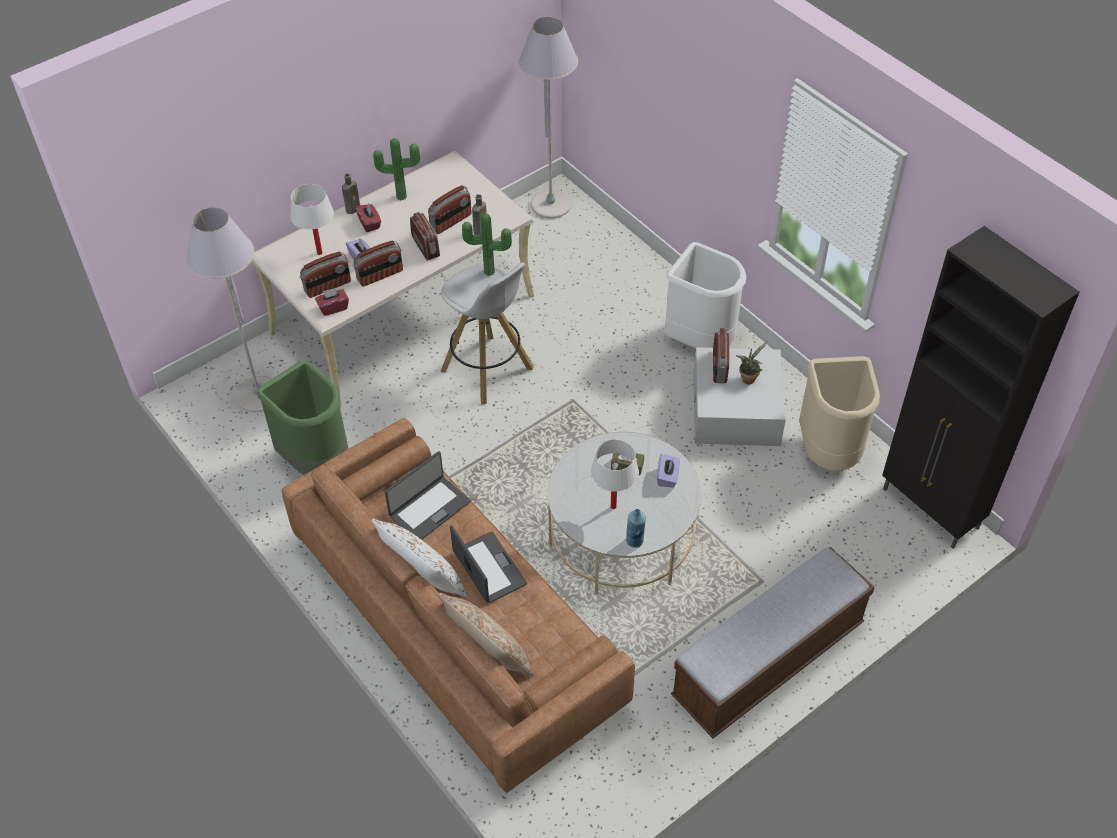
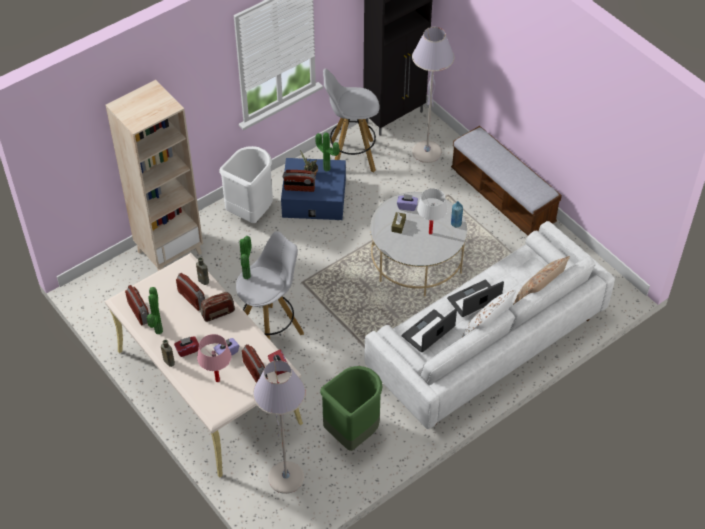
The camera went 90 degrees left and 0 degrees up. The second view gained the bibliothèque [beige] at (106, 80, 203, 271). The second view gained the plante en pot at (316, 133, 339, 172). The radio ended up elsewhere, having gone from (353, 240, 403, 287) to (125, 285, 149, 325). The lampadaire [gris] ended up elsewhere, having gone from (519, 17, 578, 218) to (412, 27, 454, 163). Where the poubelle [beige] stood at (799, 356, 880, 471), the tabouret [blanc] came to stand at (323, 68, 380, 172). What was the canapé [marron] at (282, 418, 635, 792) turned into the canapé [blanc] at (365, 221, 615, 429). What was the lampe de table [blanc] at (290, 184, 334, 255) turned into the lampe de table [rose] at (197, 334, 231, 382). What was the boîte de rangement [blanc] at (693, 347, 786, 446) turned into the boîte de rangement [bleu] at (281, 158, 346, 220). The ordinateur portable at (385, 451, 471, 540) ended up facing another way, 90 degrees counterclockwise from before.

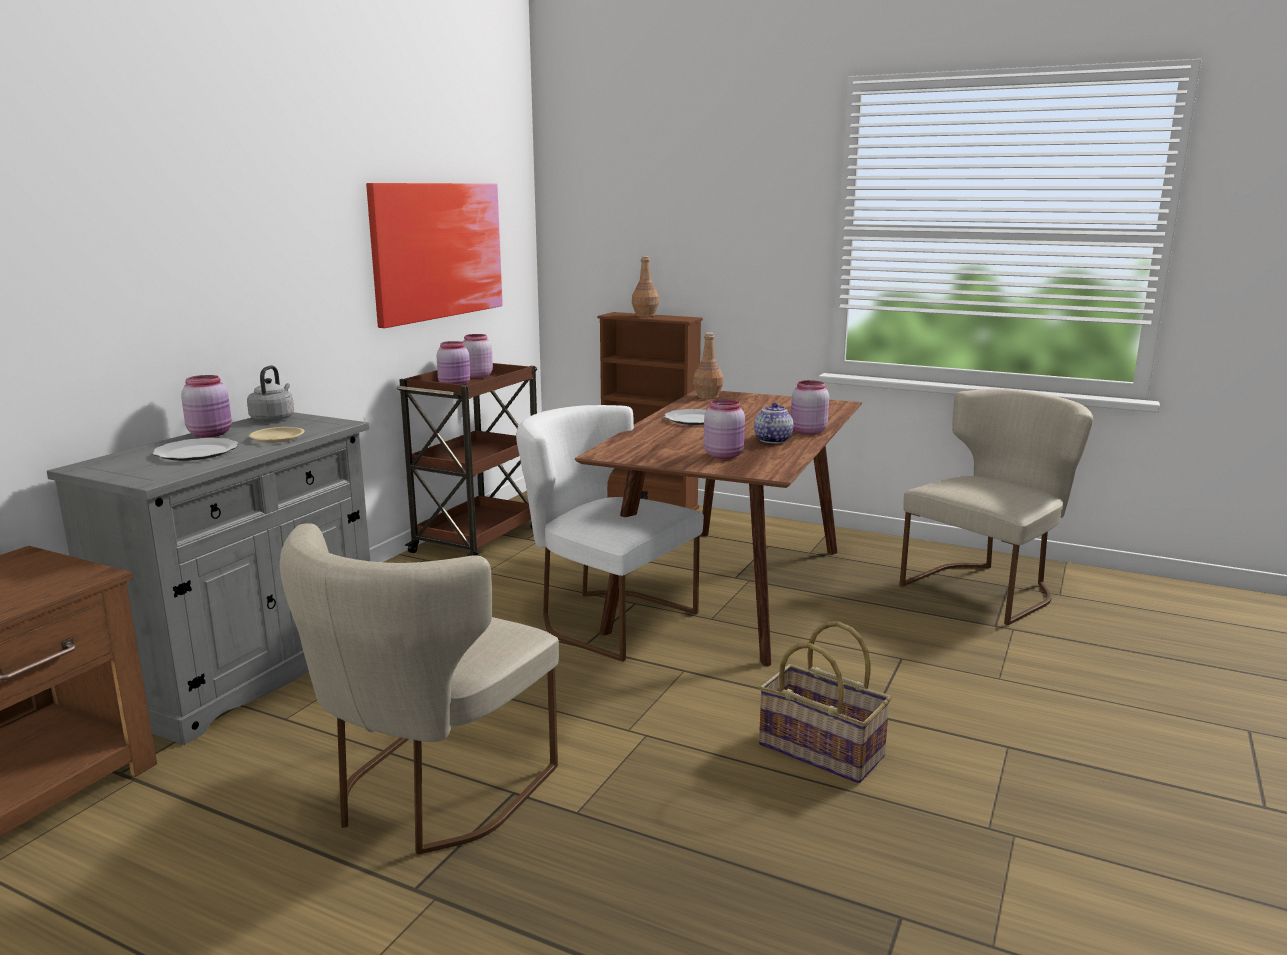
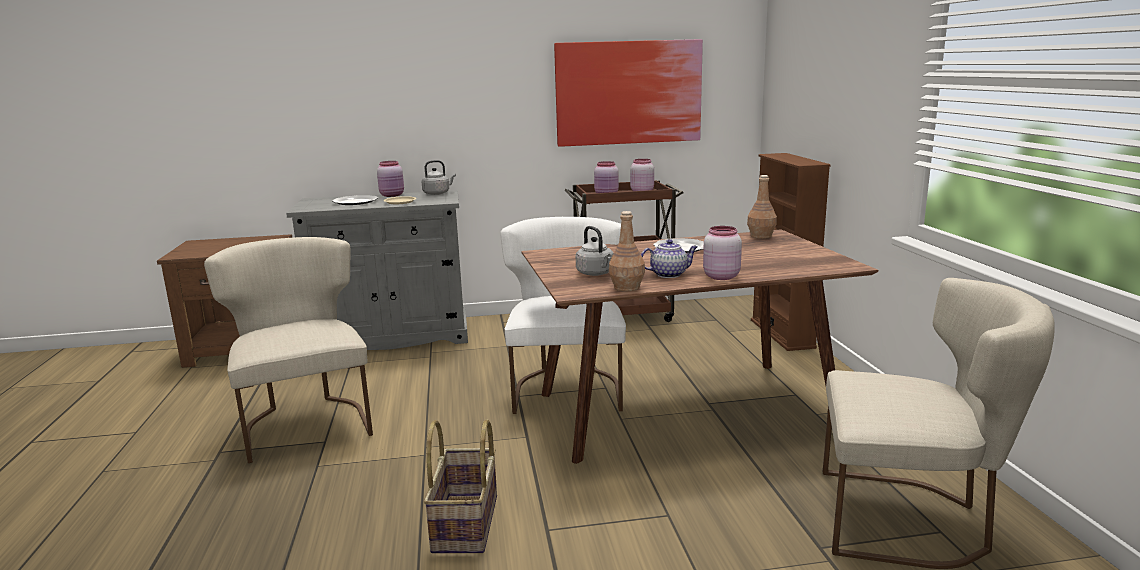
The camera went 55 degrees right and 0 degrees up. The bouteille [marron] ended up elsewhere, having gone from (632, 256, 659, 317) to (609, 211, 645, 292). Where the bocal [rose] stood at (704, 399, 745, 459), the bouilloire [gris] came to stand at (576, 226, 614, 276). The chaise [beige] at (280, 523, 559, 855) ended up facing another way, 75 degrees clockwise from before.

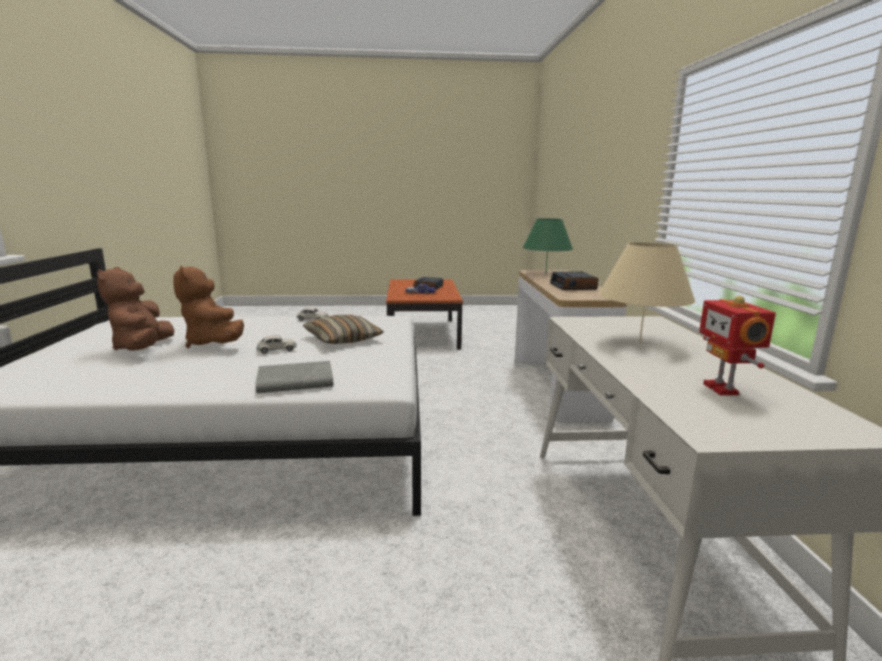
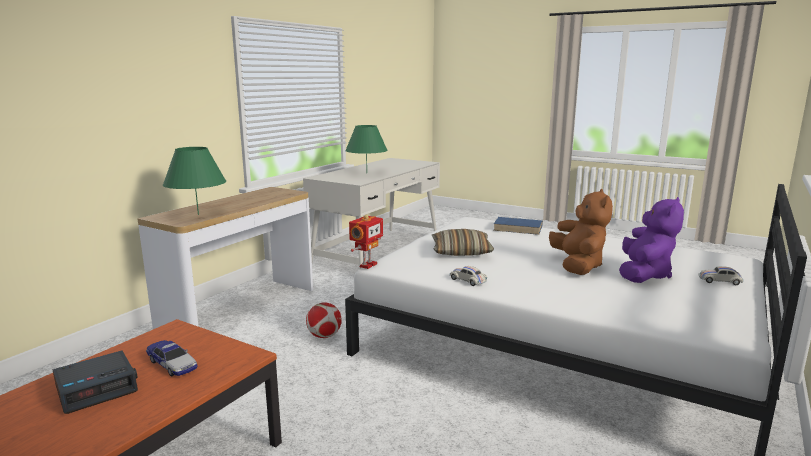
The camera went 145 degrees left and 0 degrees up. The second view lost the réveil at (550, 271, 598, 290). The second view gained the ballon de foot at (306, 302, 342, 338). The petite voiture [blanc] ended up elsewhere, having gone from (256, 335, 297, 354) to (698, 266, 743, 285). The robot jouet ended up elsewhere, having gone from (699, 296, 776, 395) to (349, 215, 383, 269). What was the peluche [marron] at (97, 267, 174, 351) turned into the peluche [violet] at (619, 197, 684, 283). What was the livre [gris] at (256, 361, 334, 393) turned into the livre [bleu] at (493, 217, 543, 235). What was the lampe de table [beige] at (599, 242, 696, 344) turned into the lampe de table [vert] at (345, 125, 388, 167).

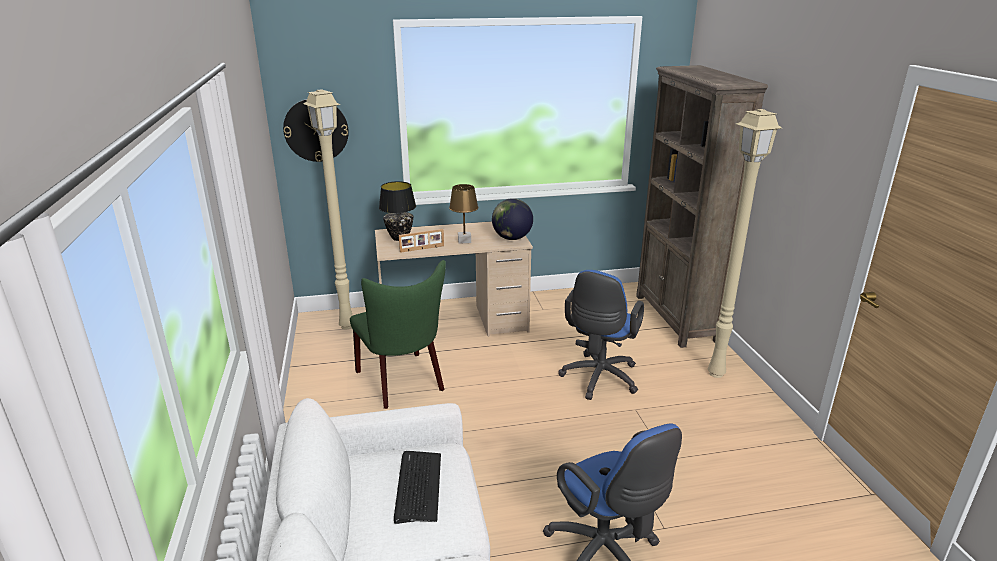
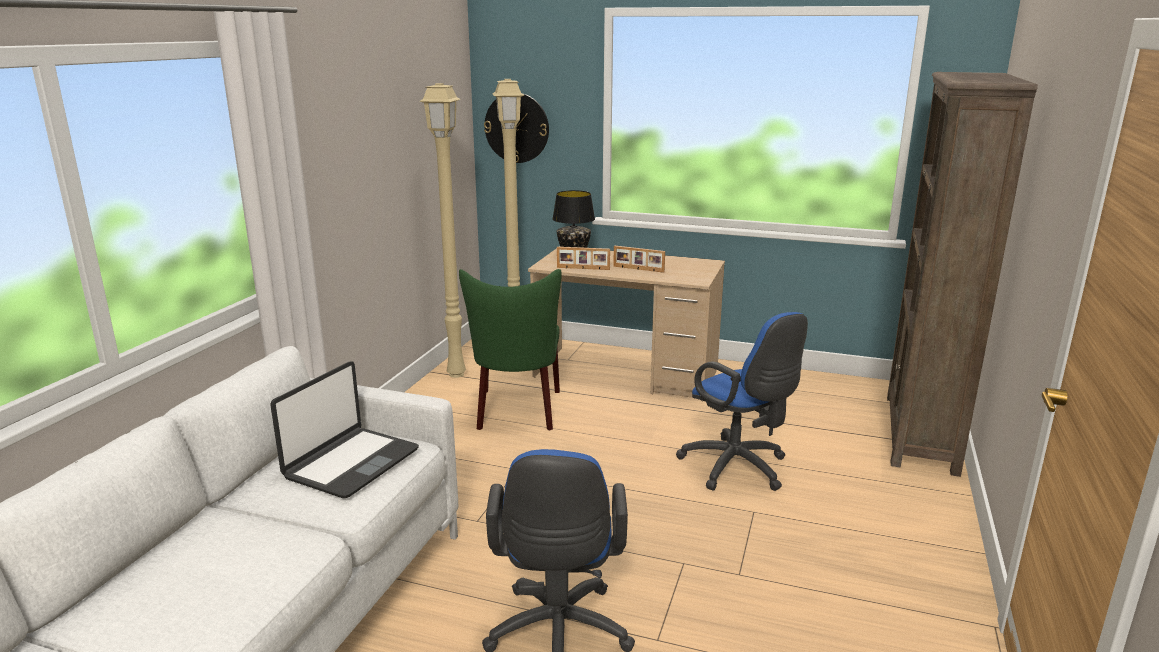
The camera went 30 degrees right and 5 degrees down. The second view lost the globe at (492, 198, 533, 240). The lampadaire [beige] ended up elsewhere, having gone from (708, 109, 782, 378) to (419, 83, 466, 378). Where the clavier stood at (394, 451, 441, 524), the ordinateur portable came to stand at (270, 361, 419, 498). Where the lampe de table [marron] stood at (449, 184, 478, 244), the cadre photo came to stand at (613, 246, 665, 273). The chaise de bureau [bleu] at (558, 270, 644, 400) ended up facing another way, 90 degrees counterclockwise from before.

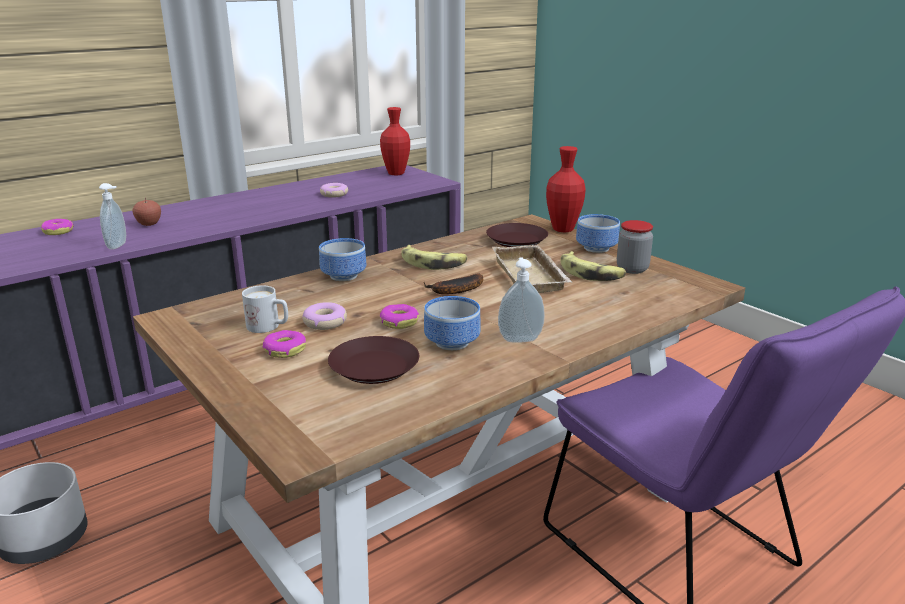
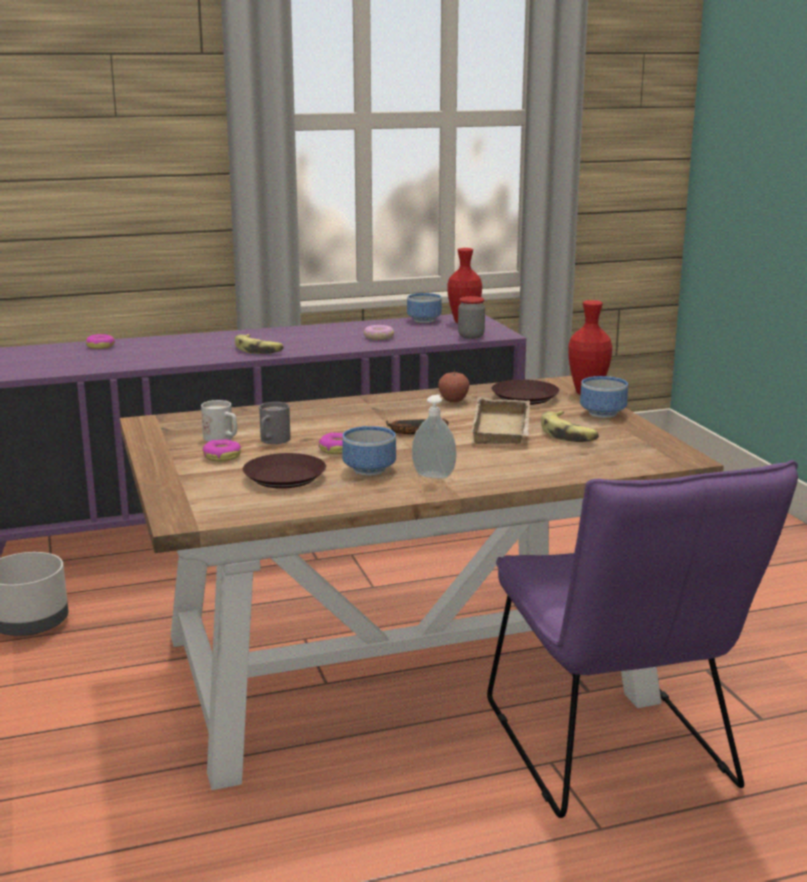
The camera went 20 degrees right and 5 degrees down. The second view lost the distributeur de savon at (99, 183, 126, 249). The pomme ended up elsewhere, having gone from (133, 198, 161, 226) to (438, 370, 469, 402). The bol ended up elsewhere, having gone from (319, 238, 366, 281) to (407, 293, 442, 323). The banane ended up elsewhere, having gone from (401, 245, 467, 270) to (235, 334, 284, 354). The bocal ended up elsewhere, having gone from (617, 220, 653, 274) to (458, 296, 485, 339). Where the beignet stood at (302, 302, 347, 330), the mug [gris] came to stand at (259, 402, 291, 444).

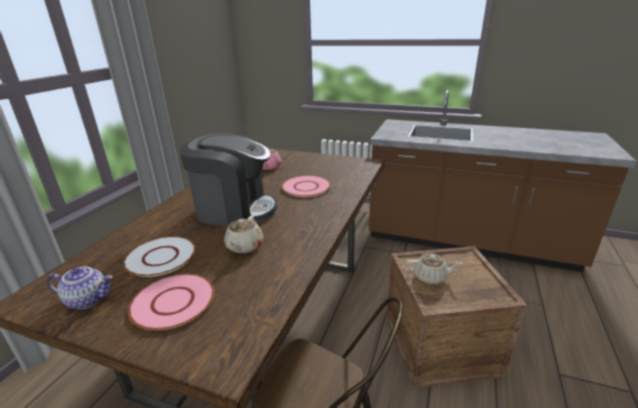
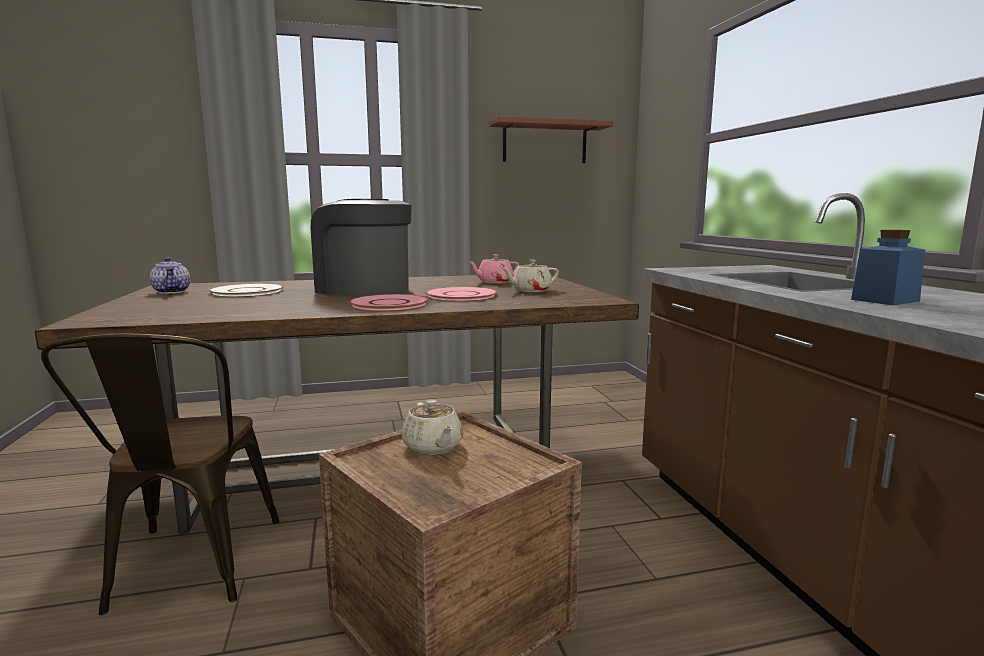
The camera went 55 degrees right and 15 degrees down. The second view gained the étagère [marron] at (489, 116, 613, 163). The second view gained the bocal [bleu] at (851, 230, 925, 305). The assiette [rose] ended up elsewhere, having gone from (128, 274, 214, 330) to (348, 294, 429, 311). The théière [beige] ended up elsewhere, having gone from (224, 216, 263, 253) to (502, 259, 559, 292). The machine à café at (180, 134, 277, 225) ended up facing another way, 150 degrees clockwise from before.

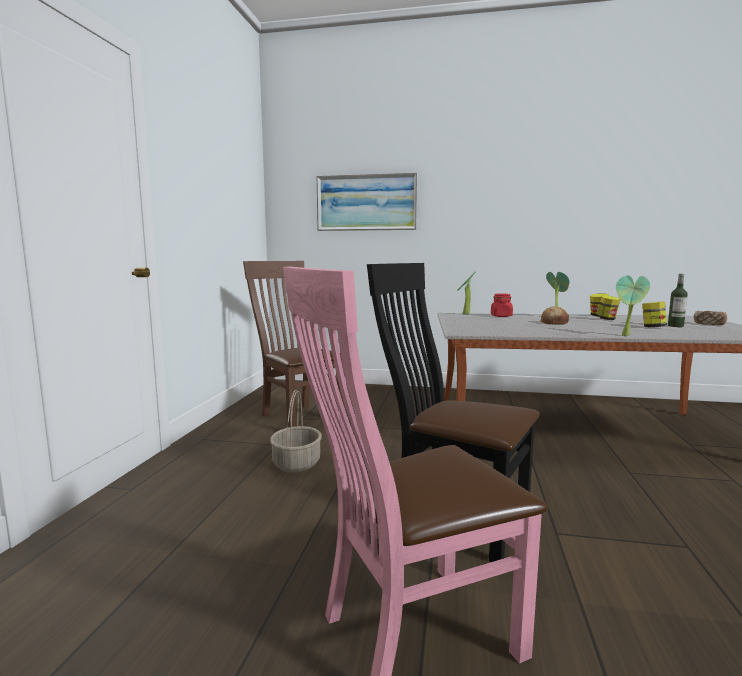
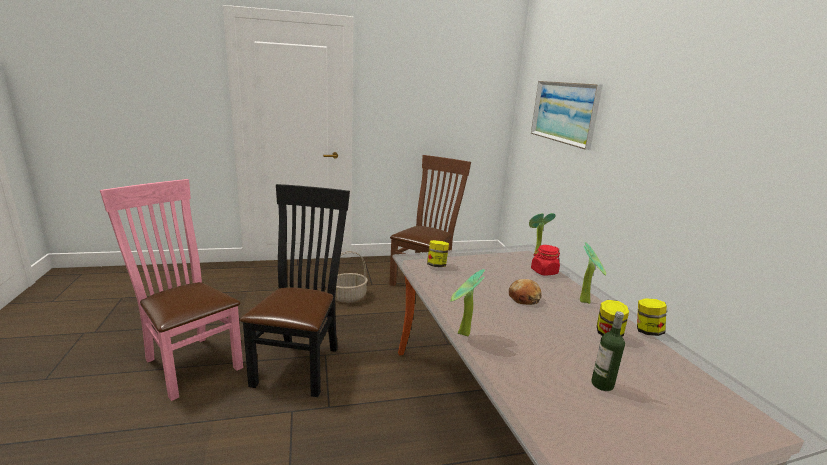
The camera went 65 degrees right and 10 degrees up. The second view lost the pain at (694, 311, 727, 325). The bocal ended up elsewhere, having gone from (642, 301, 667, 327) to (427, 240, 449, 267).

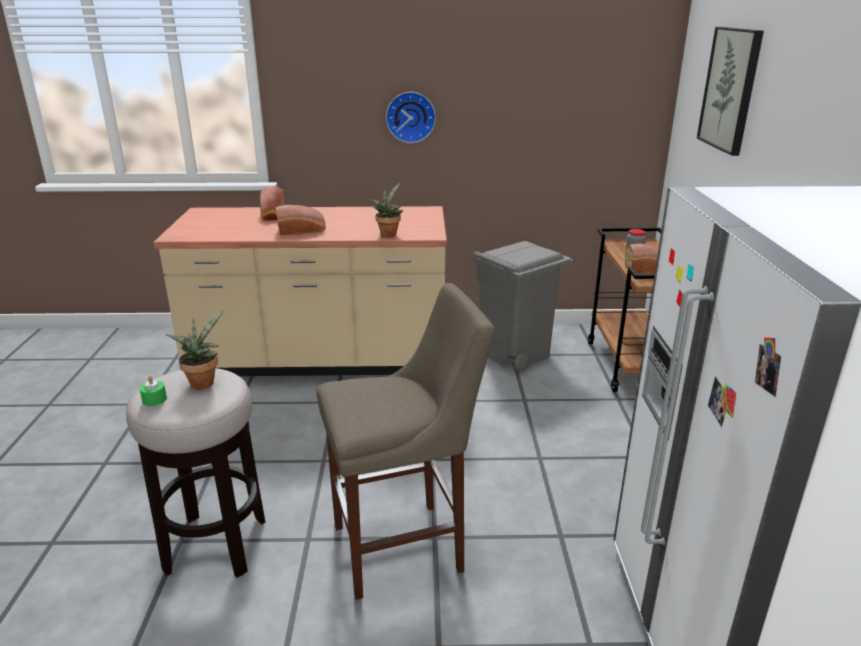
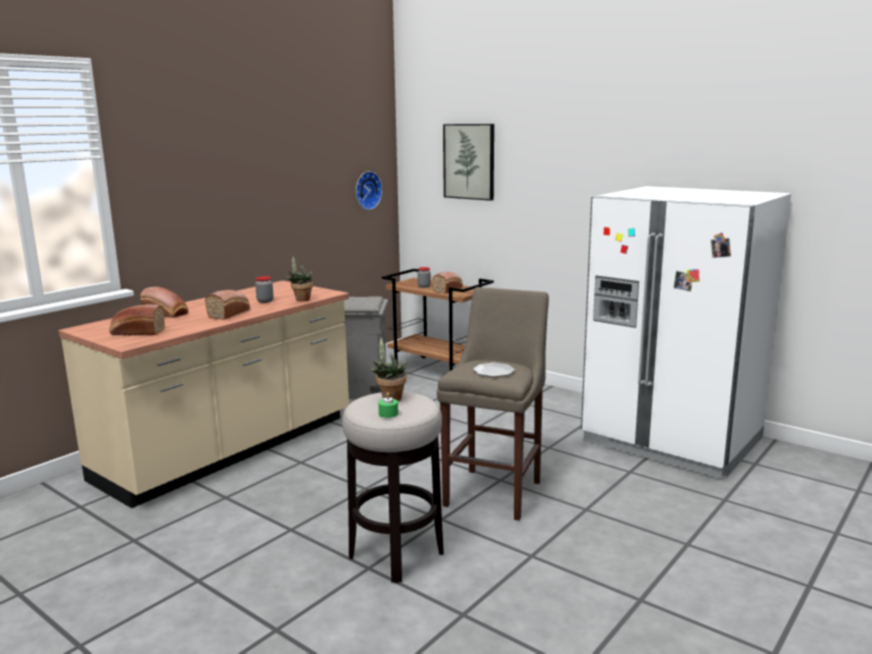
The camera went 50 degrees left and 10 degrees down. The second view gained the pain at (109, 304, 165, 335). The second view gained the bocal at (255, 276, 274, 303). The second view gained the assiette at (473, 363, 515, 377). The horloge murale ended up elsewhere, having gone from (386, 92, 436, 143) to (356, 171, 382, 210).

